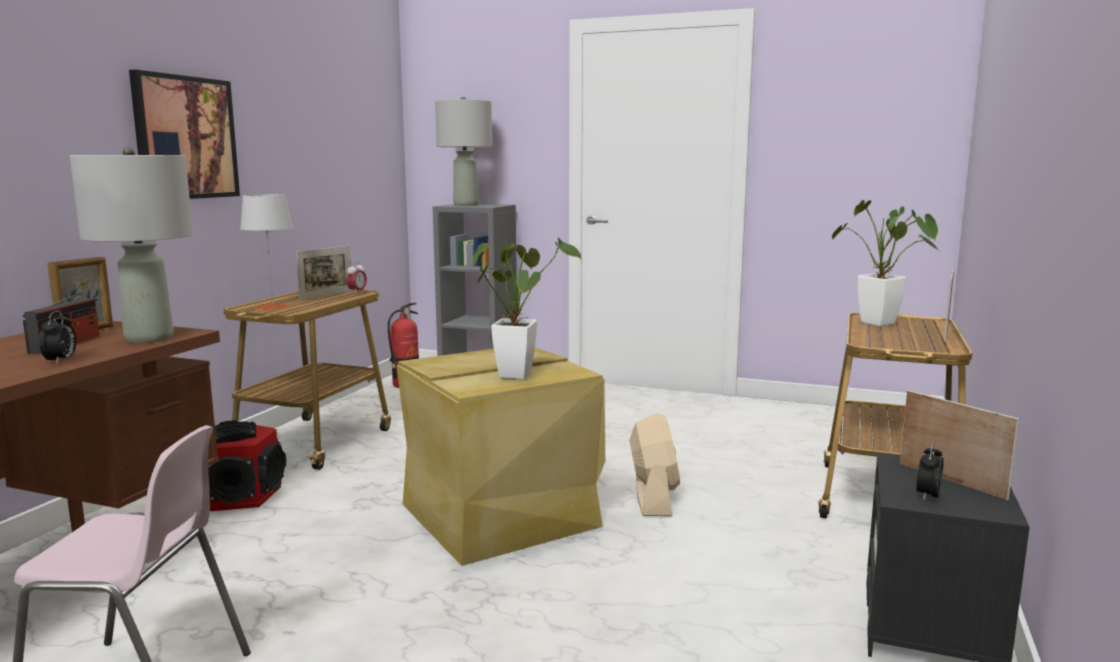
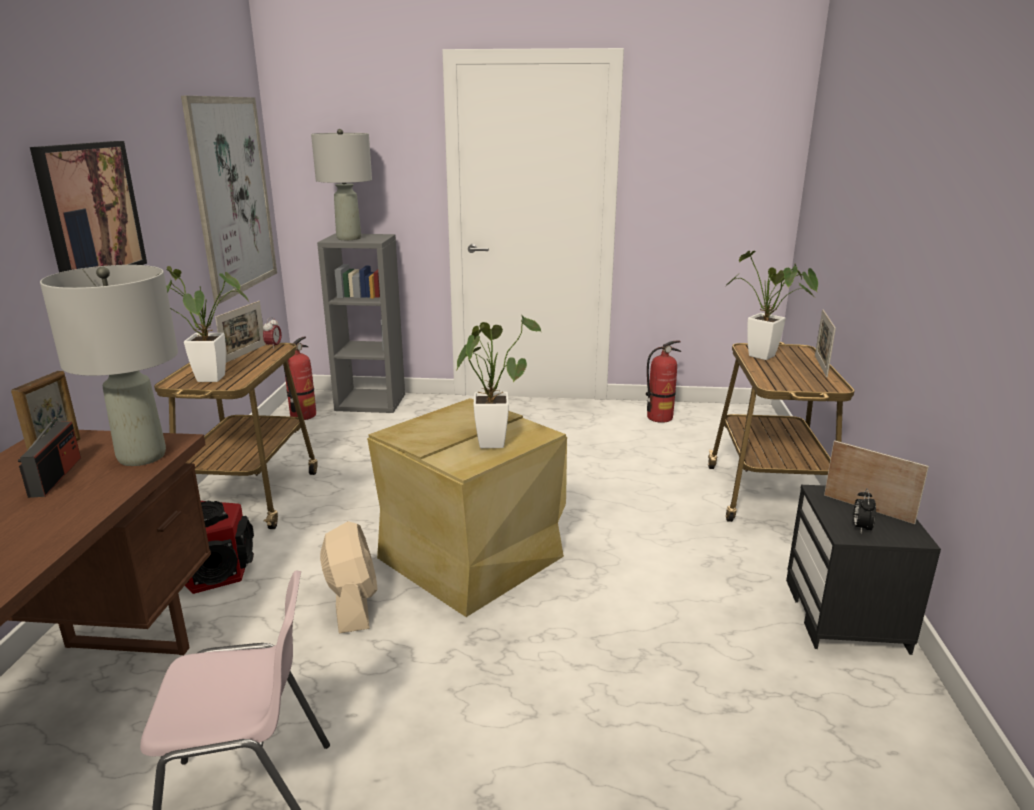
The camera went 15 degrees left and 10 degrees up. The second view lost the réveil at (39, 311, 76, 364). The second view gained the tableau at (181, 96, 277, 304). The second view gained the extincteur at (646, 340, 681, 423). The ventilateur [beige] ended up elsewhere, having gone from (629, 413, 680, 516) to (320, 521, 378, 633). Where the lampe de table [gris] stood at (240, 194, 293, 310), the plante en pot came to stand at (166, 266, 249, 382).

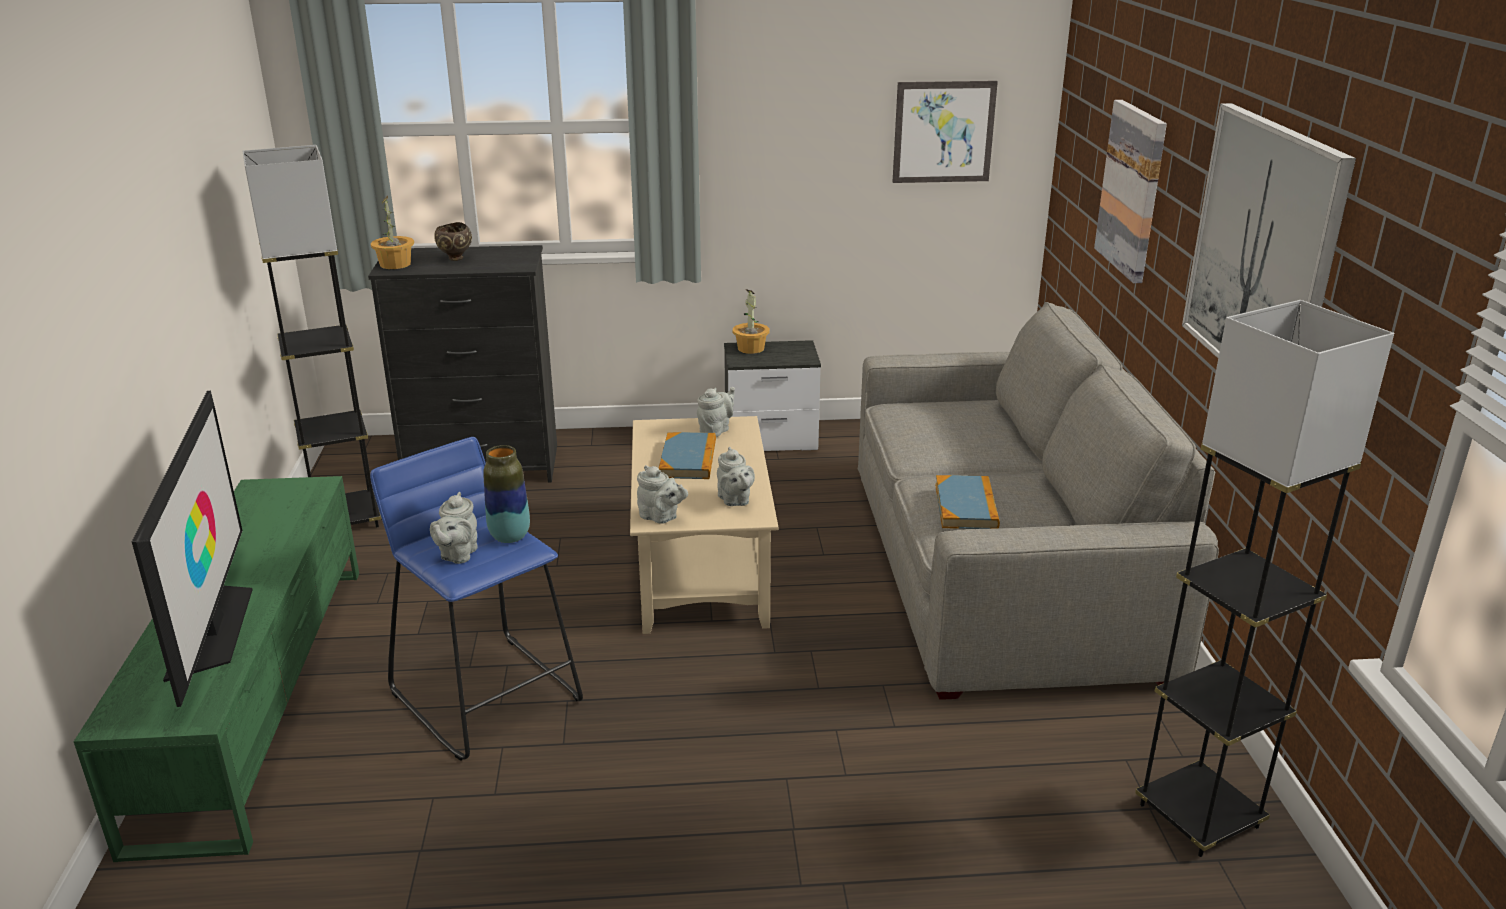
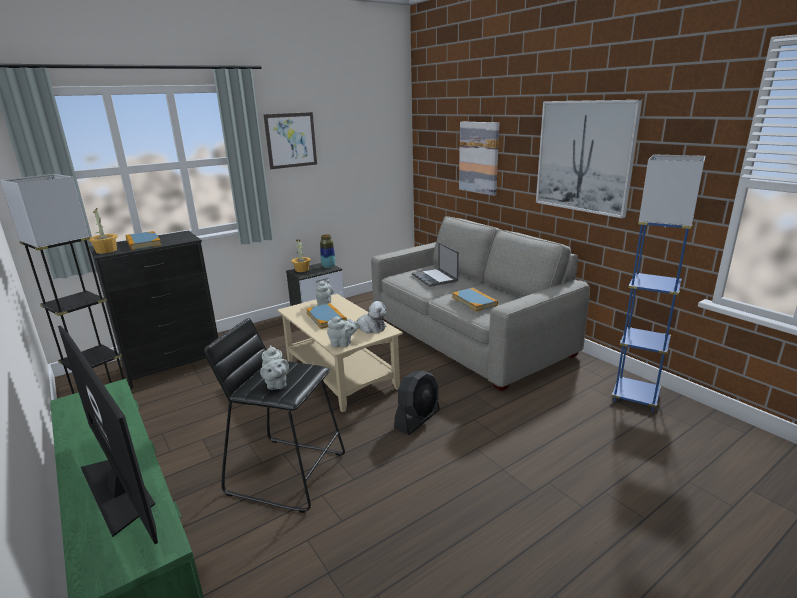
The camera went 30 degrees left and 5 degrees down. The second view gained the ventilateur [noir] at (394, 370, 440, 435). The second view gained the ordinateur portable at (412, 242, 459, 287). The vase ended up elsewhere, having gone from (483, 445, 530, 543) to (320, 234, 335, 268). The tableau ended up elsewhere, having gone from (893, 81, 998, 183) to (263, 112, 317, 169). Where the bol [marron] stood at (434, 222, 472, 261), the livre came to stand at (126, 231, 161, 250). Where the théière [gris] stood at (717, 447, 755, 506), the peluche came to stand at (347, 301, 387, 334). What was the tabouret [bleu] at (370, 437, 583, 761) turned into the tabouret [noir] at (204, 318, 345, 513). What was the lampadaire [gris] at (1135, 300, 1394, 857) turned into the lampadaire [bleu] at (612, 154, 705, 412).

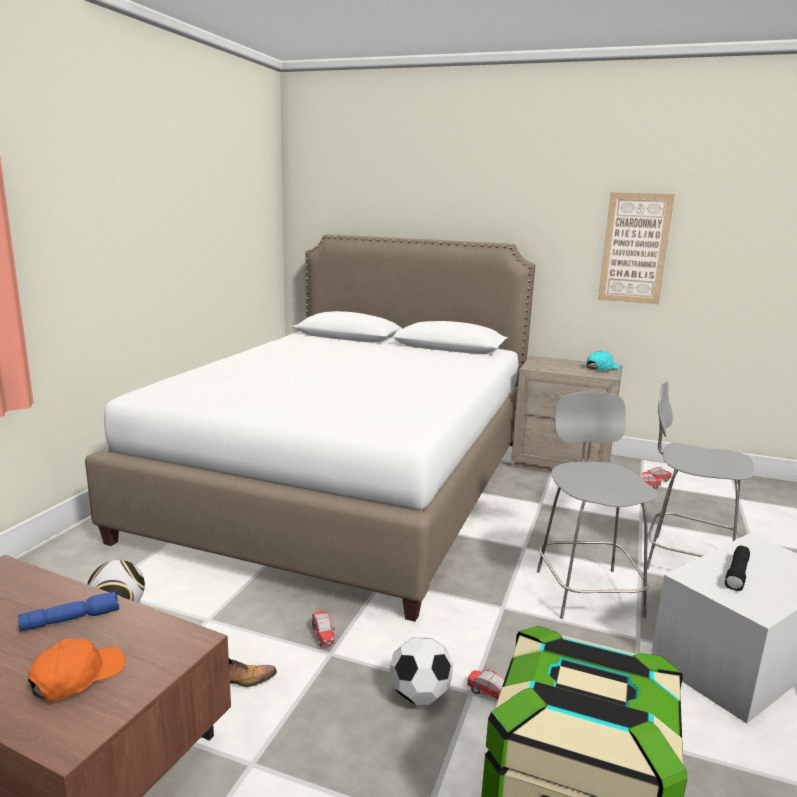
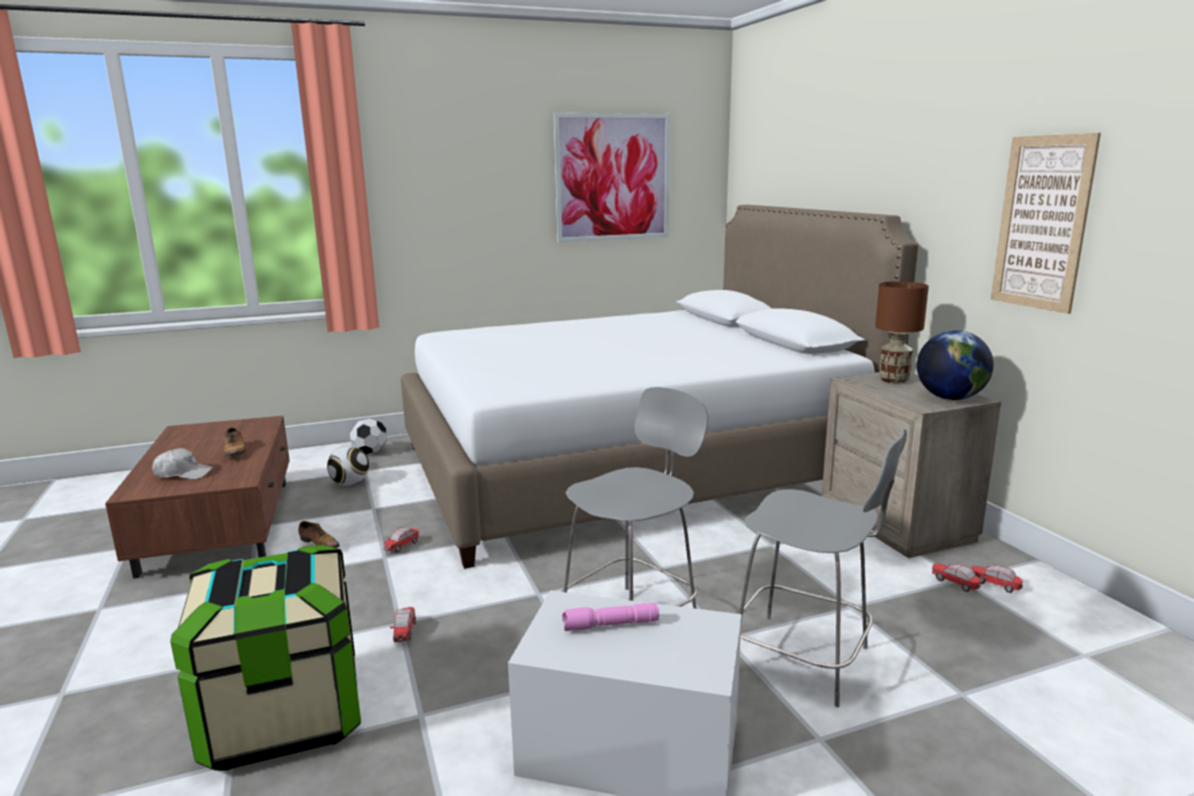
The camera went 50 degrees right and 0 degrees up. The second view gained the tableau at (553, 113, 670, 242). The second view gained the lampe de table [marron] at (875, 281, 929, 383). The ballon de foot ended up elsewhere, having gone from (390, 637, 453, 705) to (350, 418, 387, 454). Where the lampe de poche [bleu] stood at (18, 592, 119, 631), the chaussure came to stand at (223, 428, 246, 457). Where the casquette [turquoise] stood at (586, 351, 620, 370), the globe came to stand at (917, 330, 994, 400). What was the casquette [orange] at (28, 639, 125, 702) turned into the casquette [blanc] at (152, 448, 214, 480). What was the lampe de poche [noir] at (725, 546, 750, 591) turned into the lampe de poche [rose] at (562, 603, 659, 631). The chaise [gris] at (647, 382, 754, 569) ended up facing another way, 135 degrees clockwise from before.

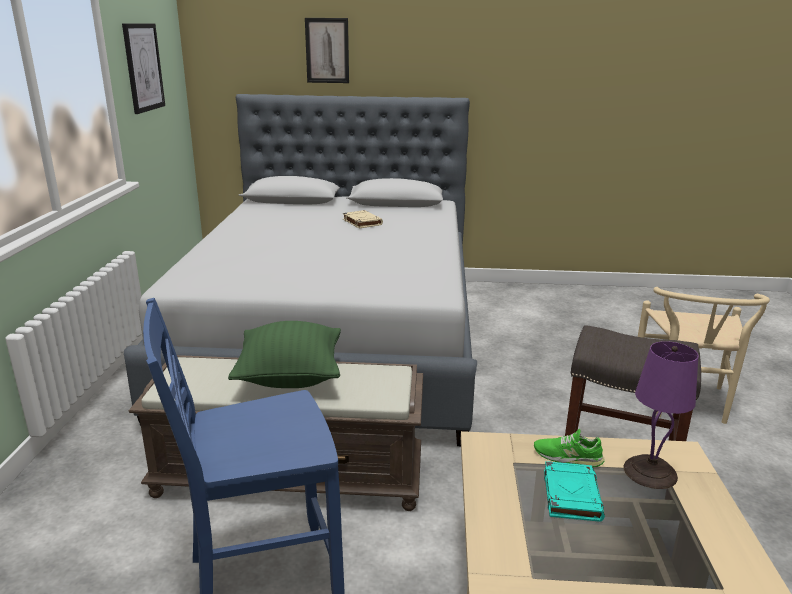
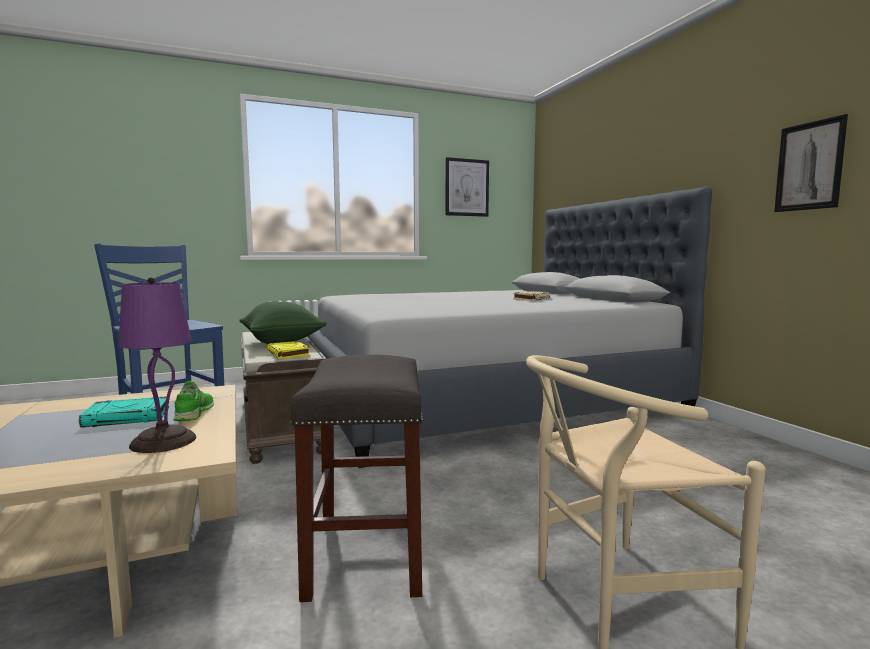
The camera went 65 degrees right and 15 degrees down. The second view gained the livre [jaune] at (267, 341, 310, 359). The tableau ended up elsewhere, having gone from (305, 18, 349, 83) to (774, 114, 848, 212).

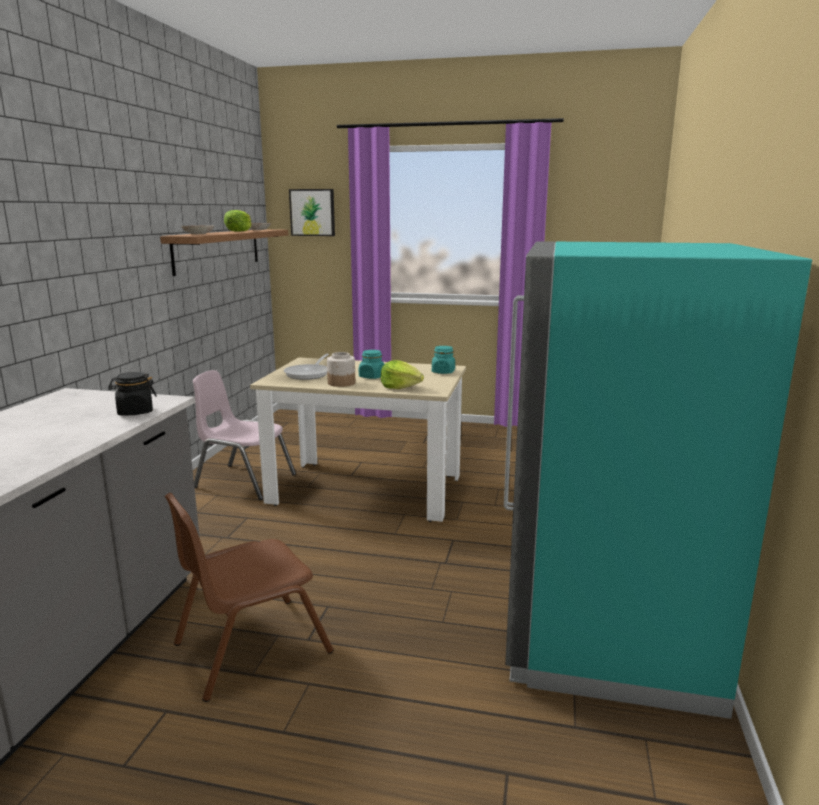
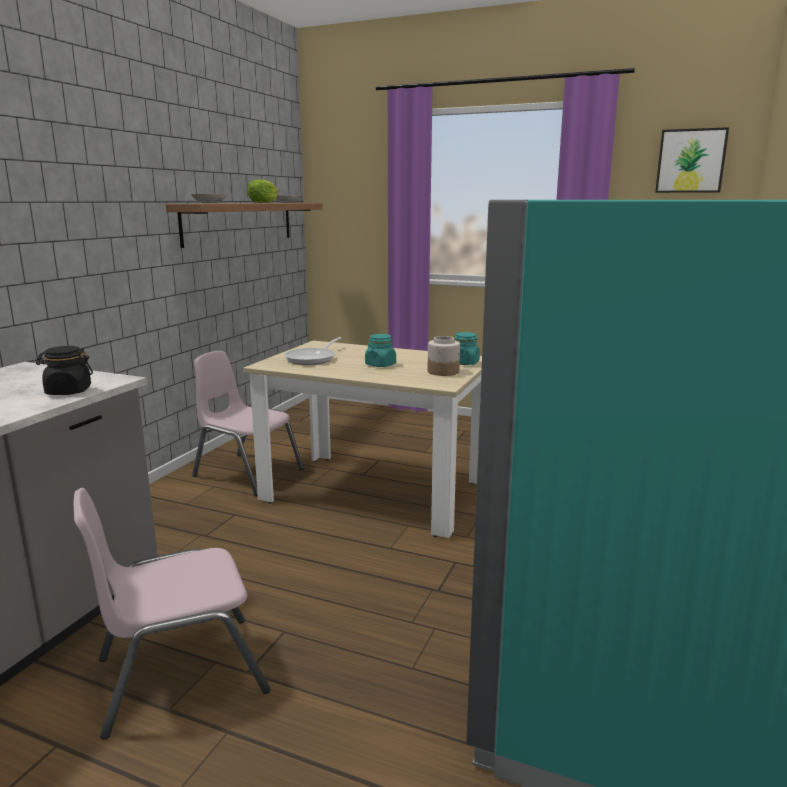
The camera went 10 degrees right and 0 degrees up. The second view lost the laitue at (381, 360, 424, 389). The tableau ended up elsewhere, having gone from (289, 189, 335, 236) to (655, 127, 729, 193). The bocal ended up elsewhere, having gone from (327, 352, 355, 387) to (428, 336, 460, 376). What was the chaise [marron] at (165, 493, 333, 702) turned into the chaise [rose] at (74, 488, 271, 740).

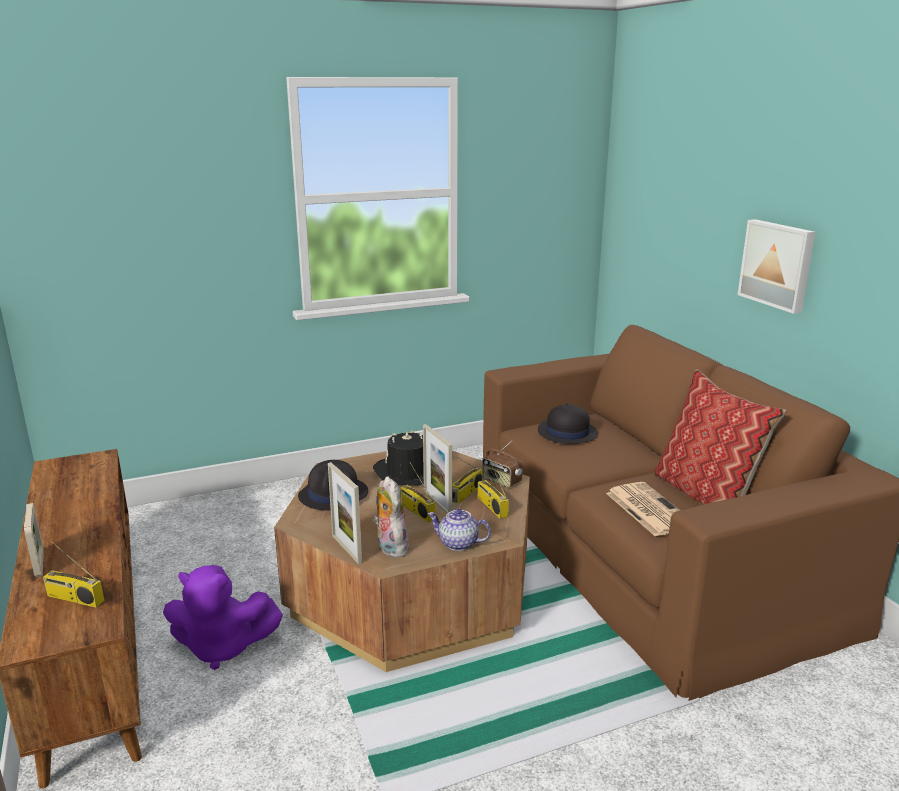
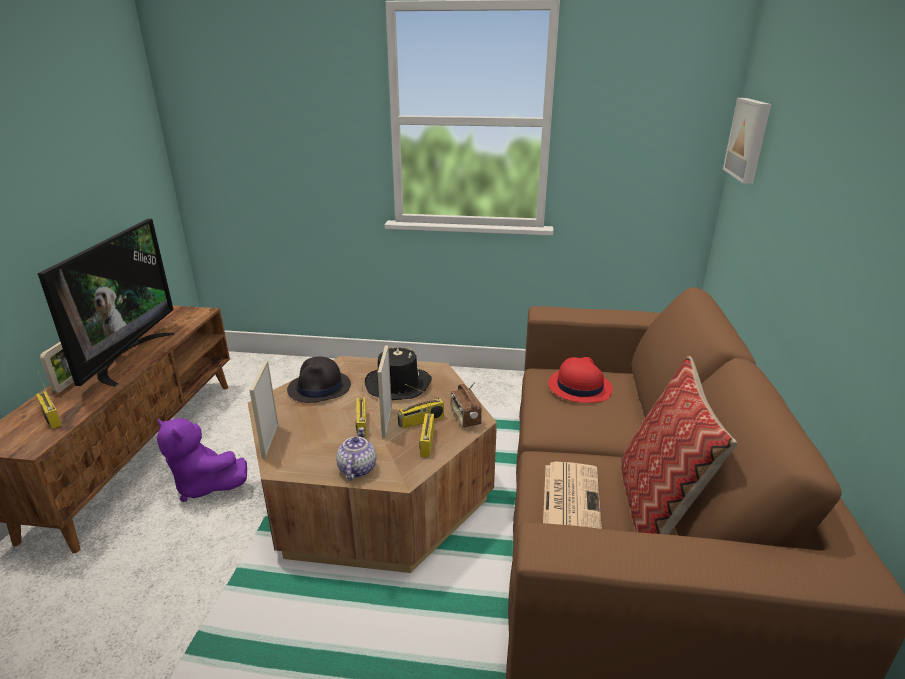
The camera went 30 degrees right and 5 degrees up. The second view lost the peluche at (373, 476, 409, 558). The second view gained the téléviseur at (38, 219, 175, 387). The tableau ended up elsewhere, having gone from (738, 219, 815, 314) to (723, 98, 771, 184). What was the chapeau [noir] at (538, 403, 598, 444) turned into the chapeau [rouge] at (548, 357, 613, 403). The théière at (428, 509, 491, 551) ended up facing another way, 45 degrees clockwise from before.

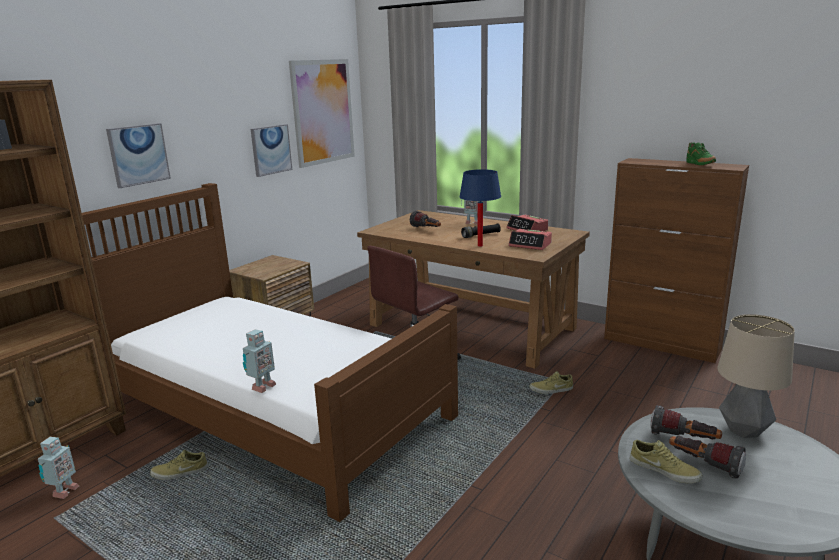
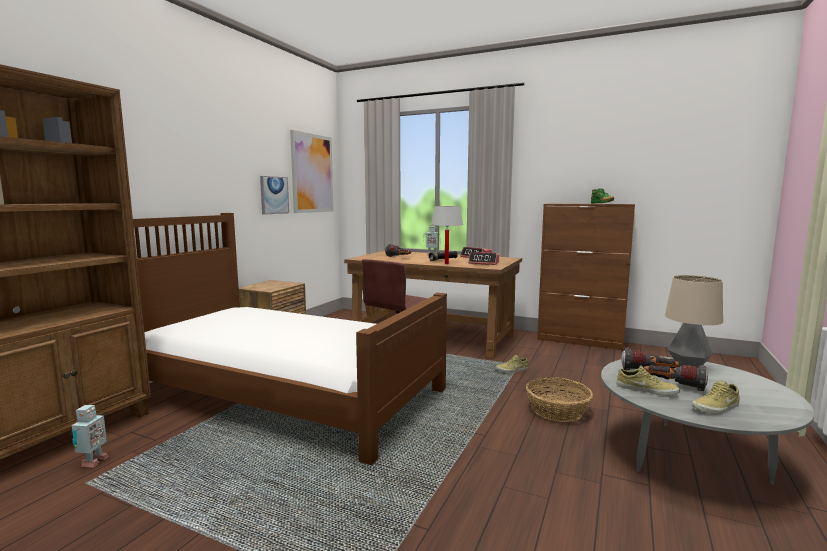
The camera went 10 degrees left and 10 degrees down. The second view lost the tableau at (106, 123, 171, 188). The second view lost the robot jouet at (243, 329, 276, 393). The second view gained the panier at (526, 377, 593, 422). The chaussure [beige] ended up elsewhere, having gone from (150, 450, 208, 480) to (691, 380, 740, 414). What was the lampe de table [bleu] at (459, 169, 501, 247) turned into the lampe de table [blanc] at (431, 206, 463, 264).

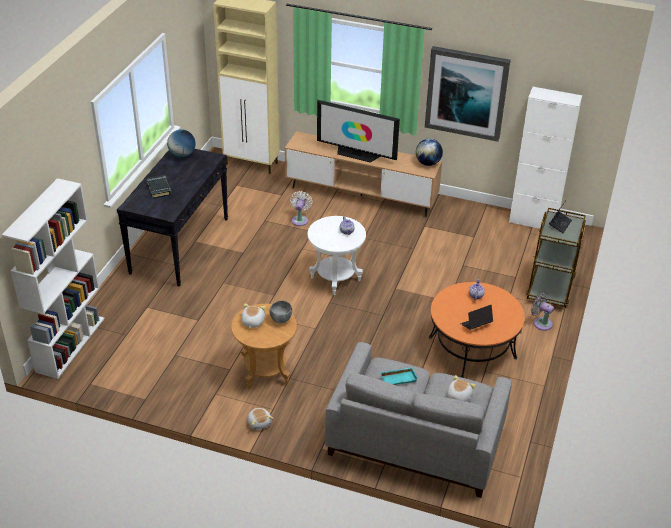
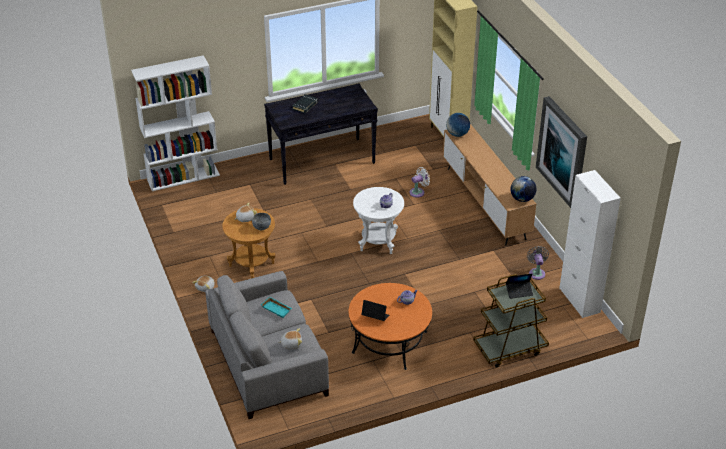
The camera went 50 degrees right and 0 degrees up. The second view lost the téléviseur at (317, 100, 400, 163). The globe ended up elsewhere, having gone from (167, 129, 195, 158) to (446, 113, 470, 137). The ventilateur [gris] ended up elsewhere, having gone from (530, 292, 554, 331) to (527, 246, 549, 280).

